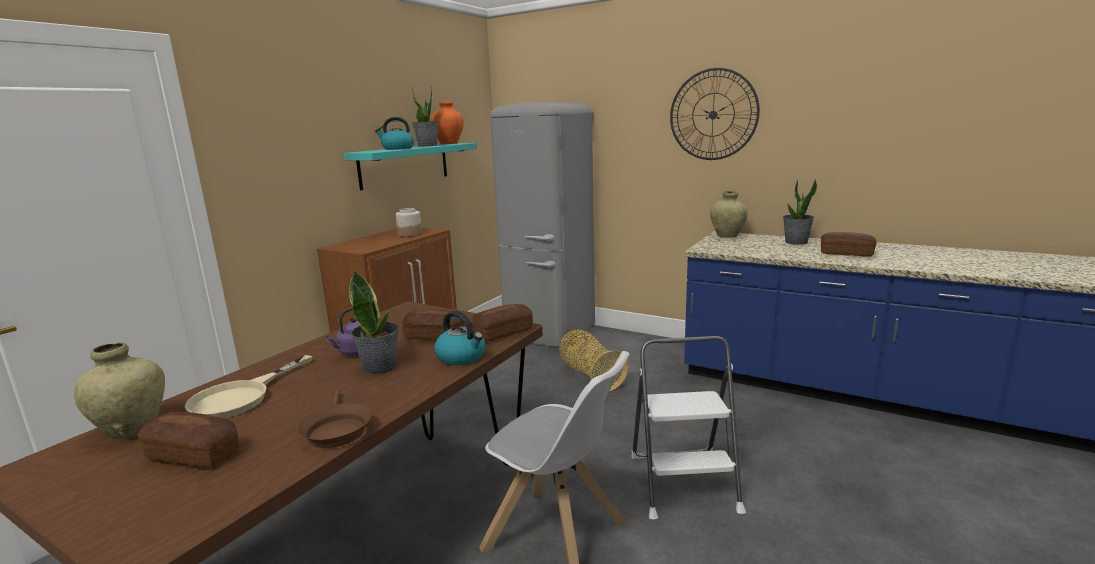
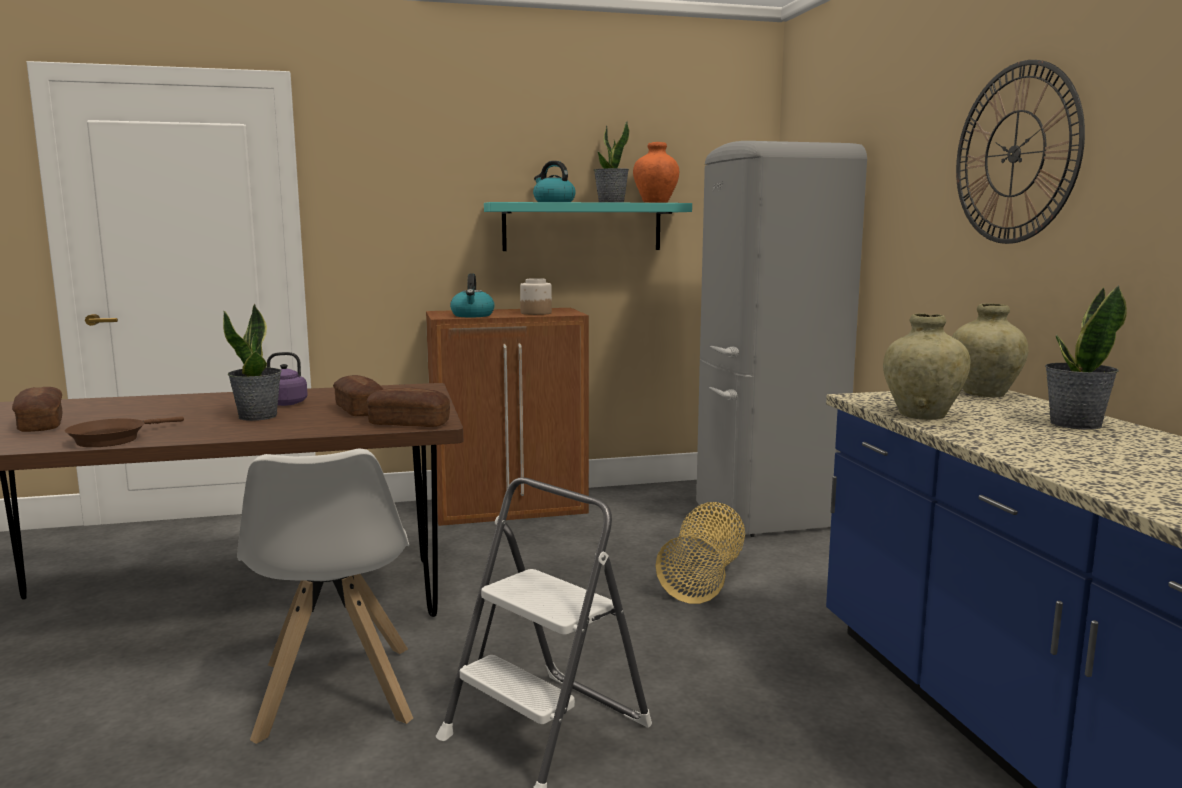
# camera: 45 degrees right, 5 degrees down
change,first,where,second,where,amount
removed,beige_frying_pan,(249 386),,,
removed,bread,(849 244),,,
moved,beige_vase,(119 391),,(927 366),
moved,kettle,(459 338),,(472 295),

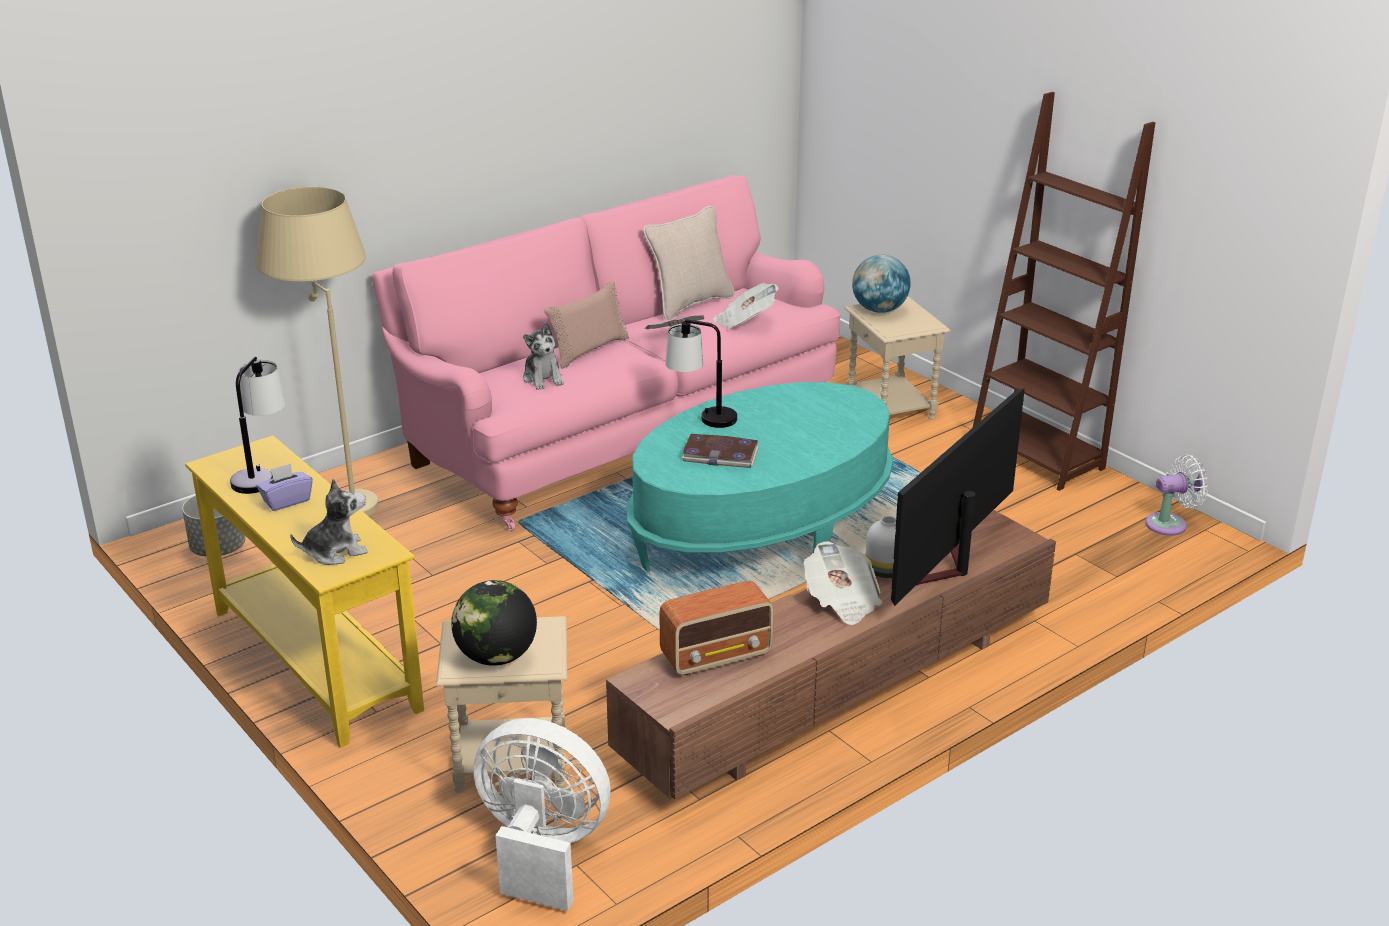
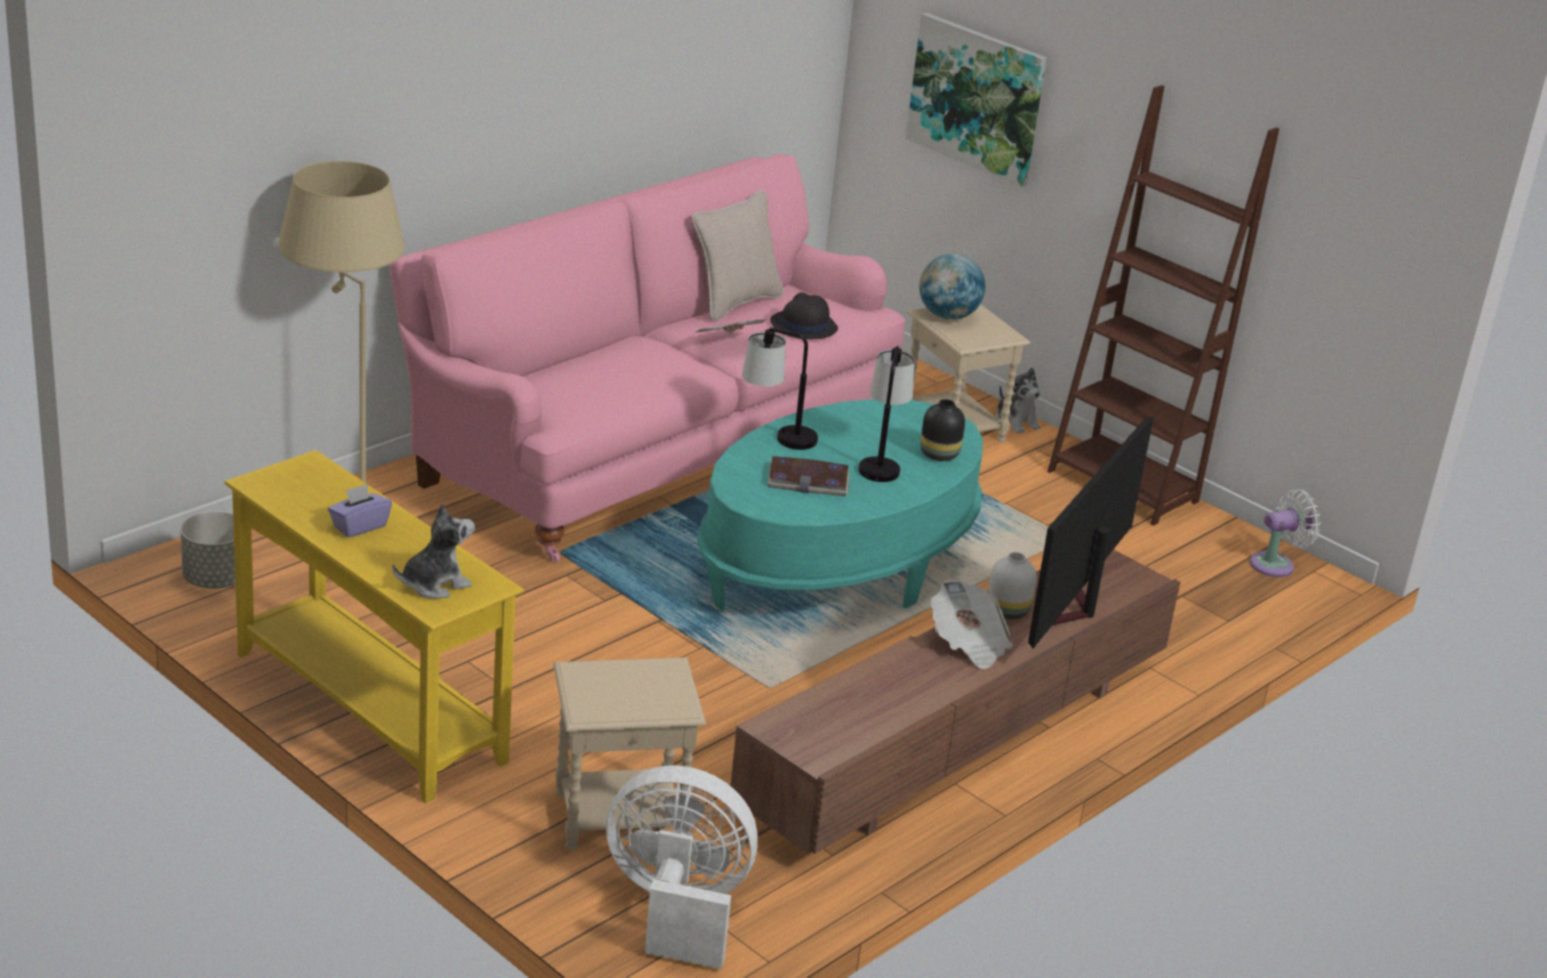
# camera: 10 degrees left, 0 degrees up
change,first,where,second,where,amount
removed,globe,(494 623),,,
removed,beige_pillow,(586 325),,,
removed,radio,(716 628),,,
added,,,picture,(976 100),
added,,,black_vase,(942 430),
moved,table_lamp,(258 425),,(887 414),
moved,plush_toy,(543 356),,(1018 401),
replaced,newspaper,(746 306),black_hat,(804 315),

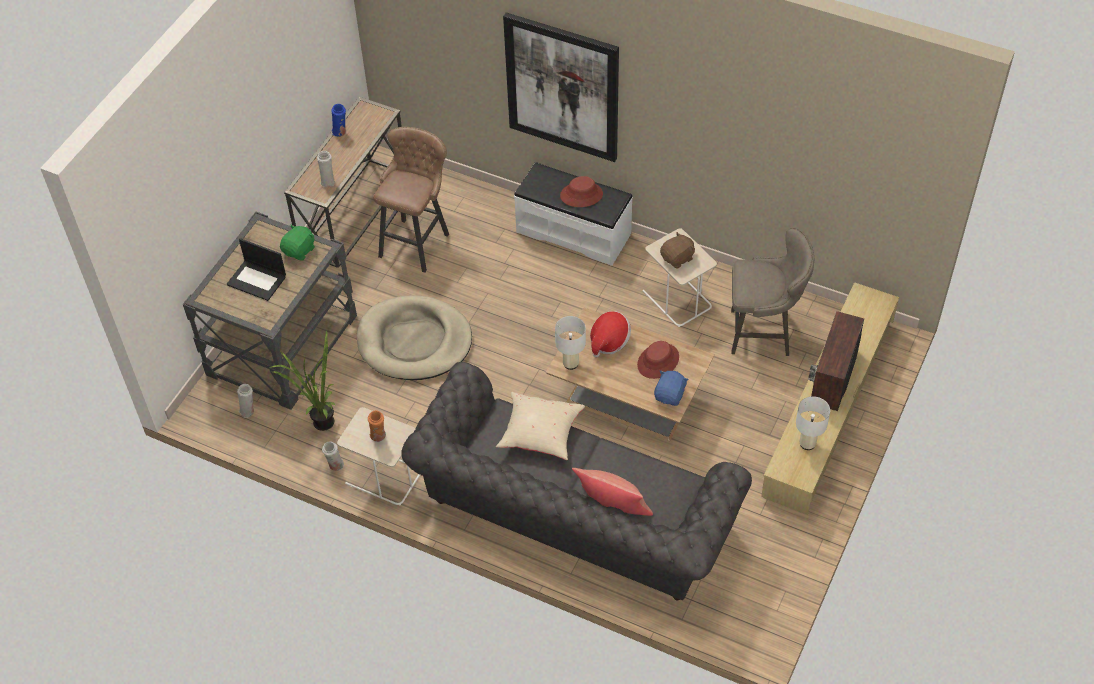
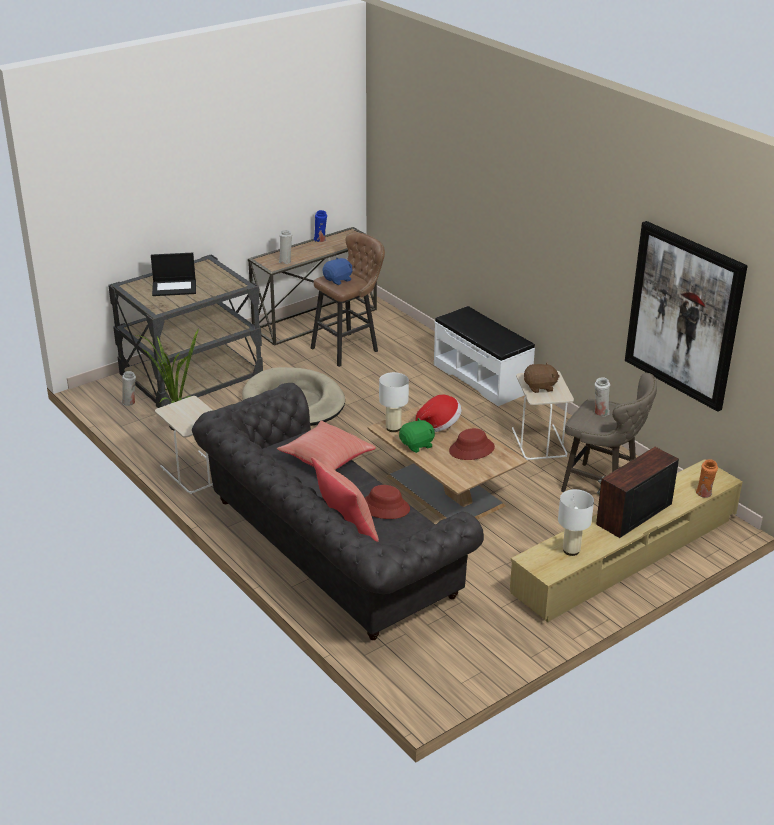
# camera: 25 degrees right, 20 degrees down
change,first,where,second,where,amount
moved,green_plush_toy,(297 243),,(417 435),
moved,white_vase,(333 456),,(602 396),
moved,orange_vase,(377 426),,(707 478),
moved,picture,(561 87),,(686 316),
moved,red_hat,(581 191),,(387 502),
moved,blue_plush_toy,(671 388),,(338 271),
recoloured,beige_pillow,(540 426),red_pillow,(326 445),
turned,laptop,(256 269),,(173 274),60 degrees counterclockwise

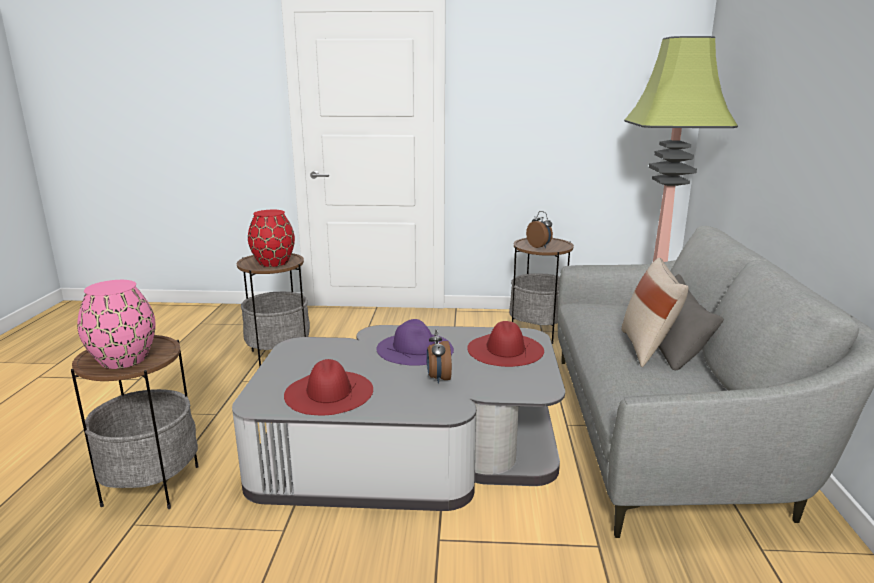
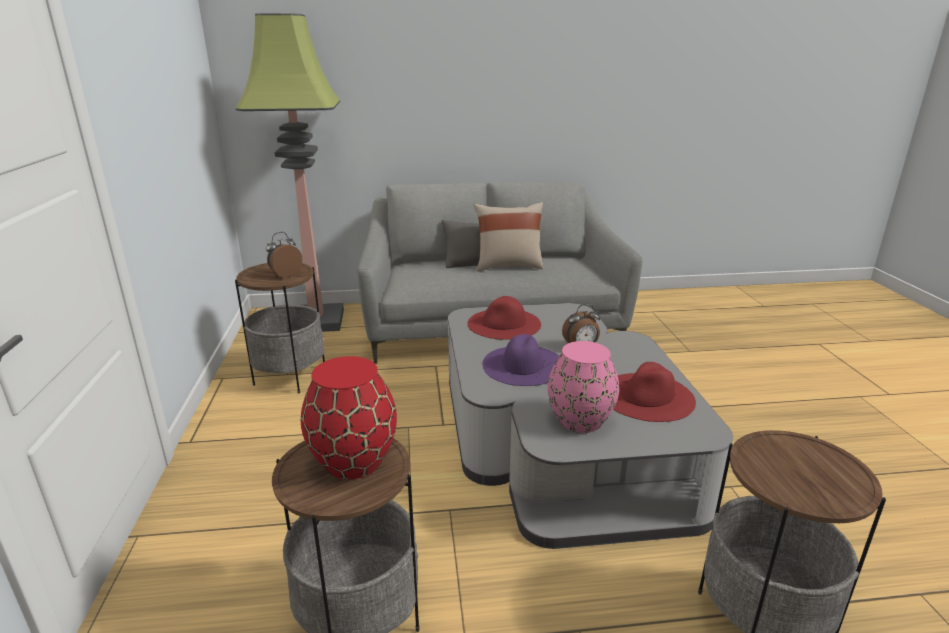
# camera: 100 degrees left, 5 degrees up
change,first,where,second,where,amount
moved,pink_vase,(116 324),,(583 387),

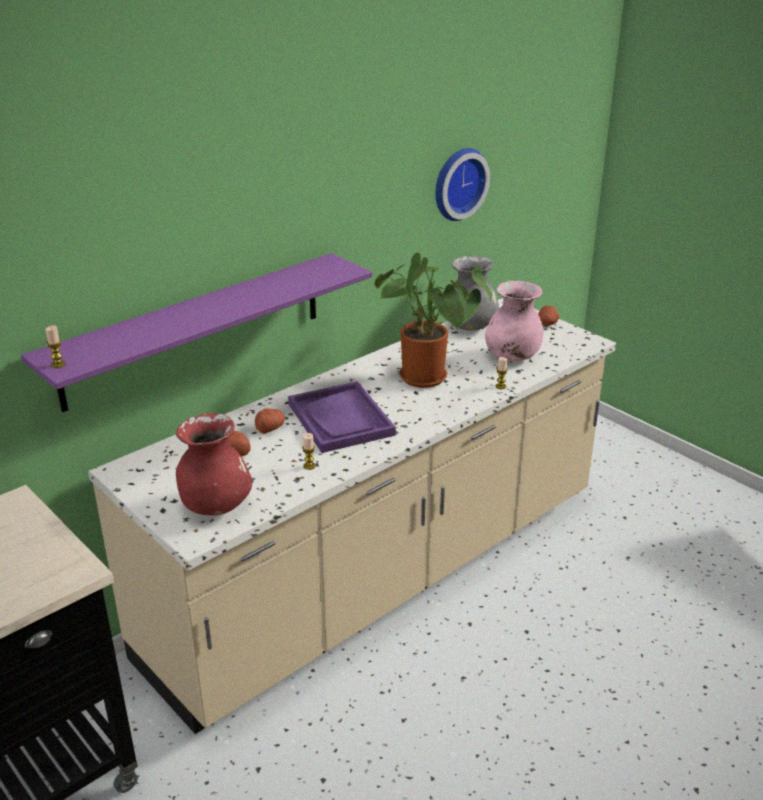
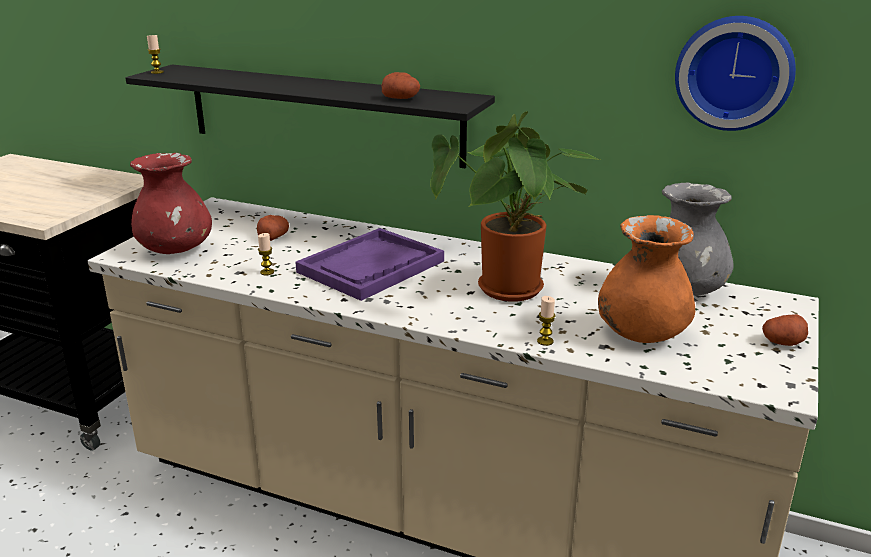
# camera: 65 degrees right, 5 degrees down
change,first,where,second,where,amount
moved,potato,(270 421),,(401 85),
recoloured,purple_shelf,(196 332),black_shelf,(310 116),
recoloured,pink_vase,(514 321),orange_vase,(646 279),

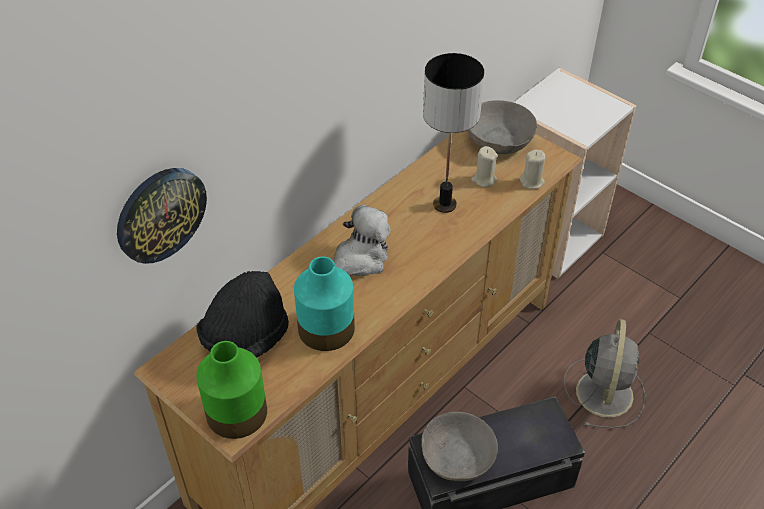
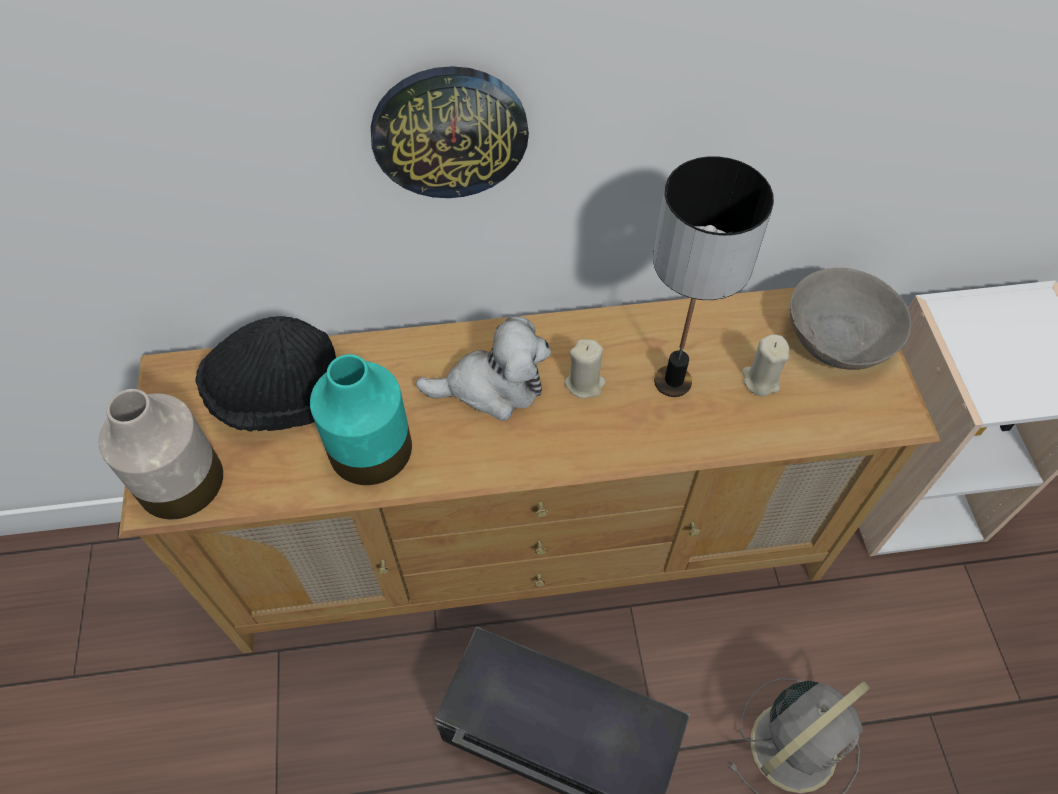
# camera: 40 degrees right, 10 degrees up
change,first,where,second,where,amount
removed,grey_bowl,(459 446),,,
moved,wall_clock,(162 216),,(450 132),
moved,beige_candle,(532 169),,(585 368),
recoloured,green_vase,(231 390),beige_vase,(161 454),

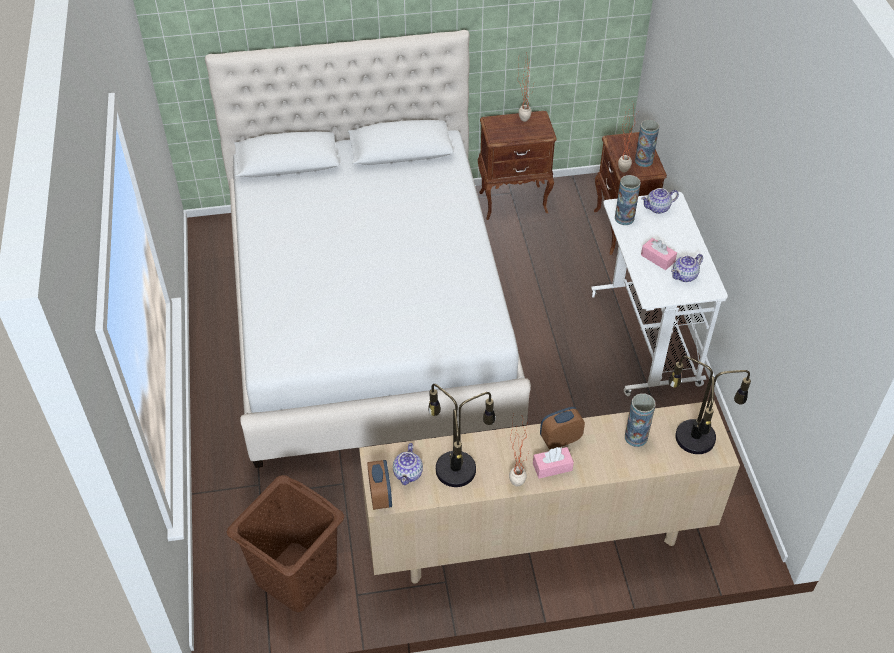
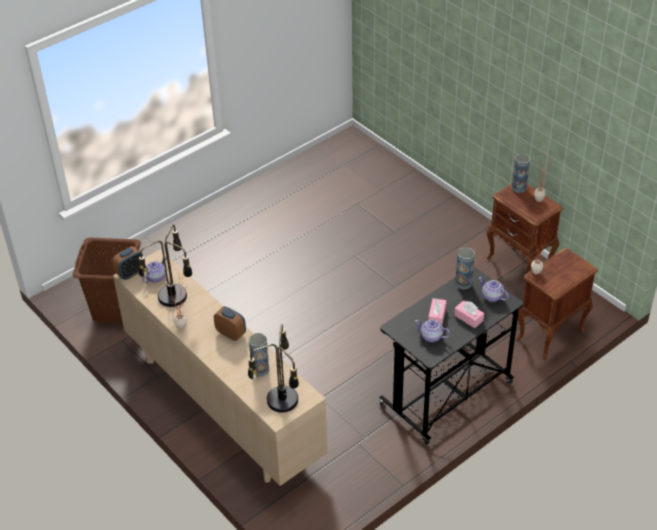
# camera: 60 degrees right, 5 degrees down
change,first,where,second,where,amount
removed,white_bed,(368 249),,,
moved,pink_tissue_box,(553 463),,(469 314),
moved,vase,(647 143),,(521 173),
recoloured,white_desk,(659 294),black_desk,(451 355),
turned,teapot,(408 464),,(154 270),150 degrees clockwise

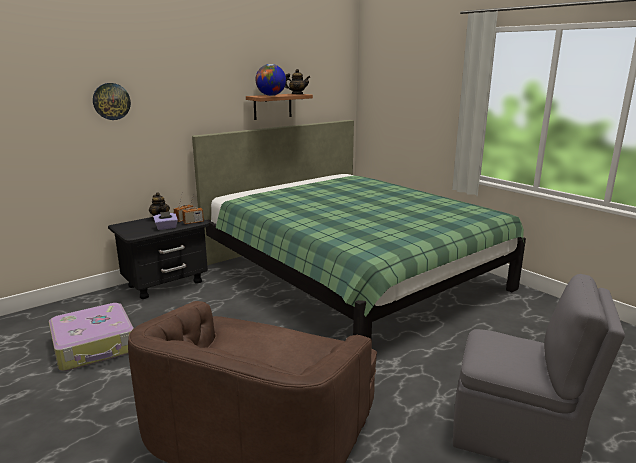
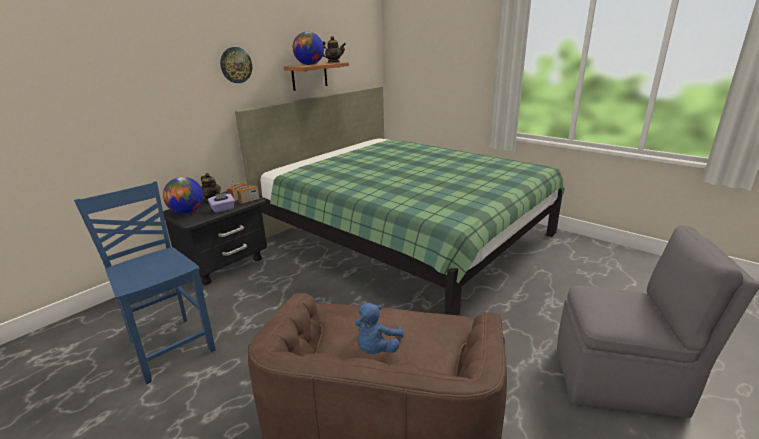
# camera: 10 degrees left, 5 degrees up
change,first,where,second,where,amount
added,,,globe,(183 195),
added,,,blue_plush_toy,(379 328),
moved,wall_clock,(112 101),,(236 65),
replaced,suitcase,(91 337),blue_chair,(145 282),

